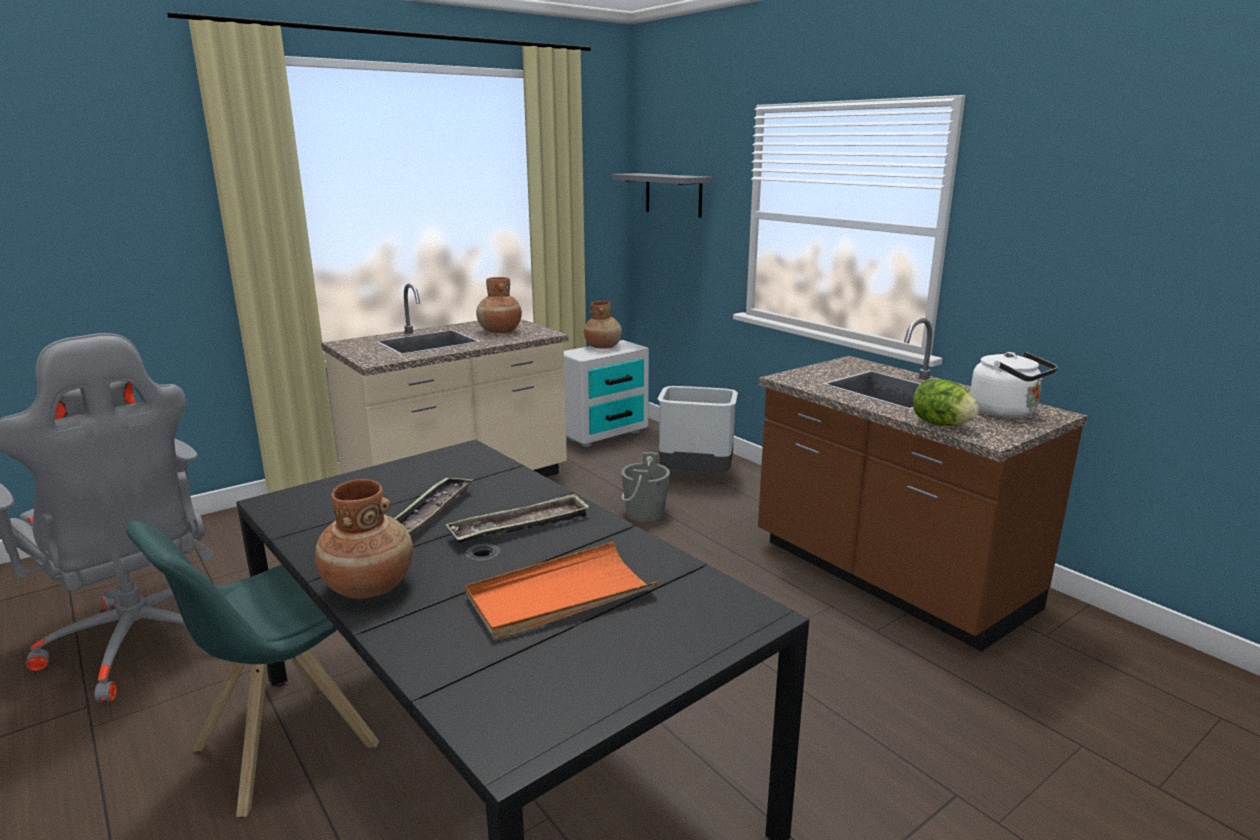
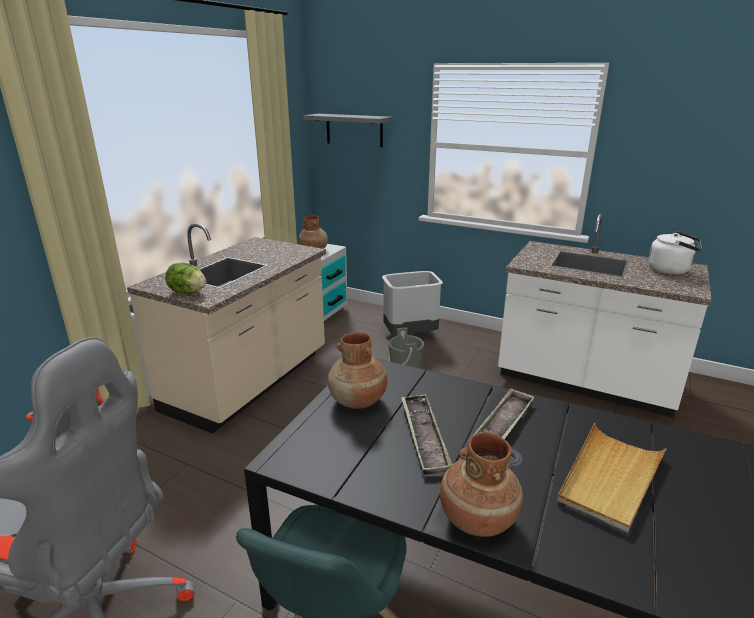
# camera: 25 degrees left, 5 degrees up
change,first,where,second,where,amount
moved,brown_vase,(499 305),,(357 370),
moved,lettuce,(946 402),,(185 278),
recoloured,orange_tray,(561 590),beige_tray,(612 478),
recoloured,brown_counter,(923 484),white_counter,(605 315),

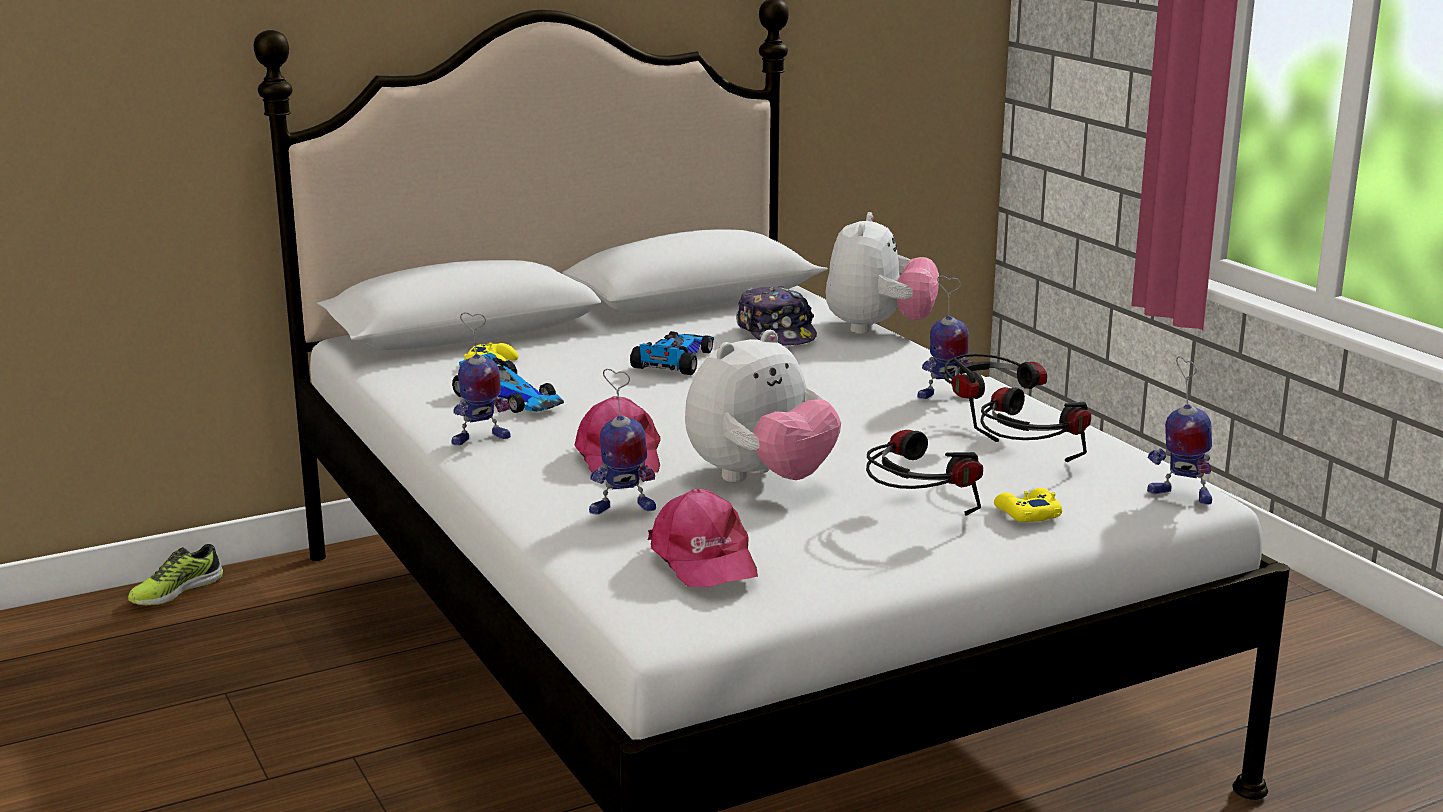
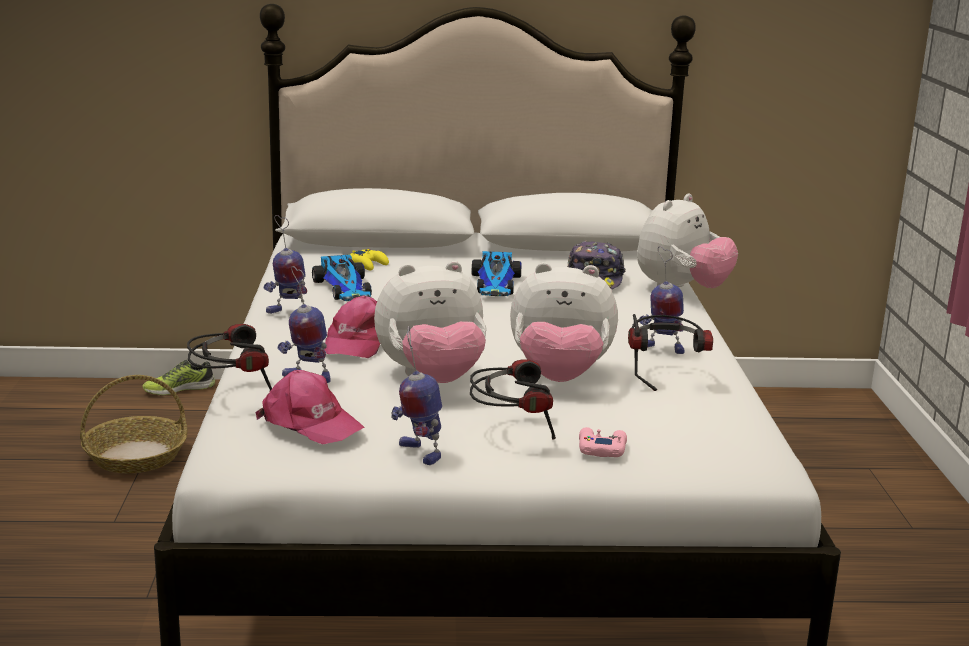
# camera: 25 degrees right, 0 degrees up
change,first,where,second,where,amount
added,,,basket,(133 424),
added,,,plush_toy,(564 322),
moved,headphones,(1035 424),,(229 357),
moved,toy_robot,(1179 430),,(416 395),
recoloured,yellow_game_controller,(1028 505),pink_game_controller,(603 442),
turned,toy_car,(672 353),,(496 273),135 degrees clockwise
turned,pink_cap,(703 538),,(309 407),60 degrees counterclockwise

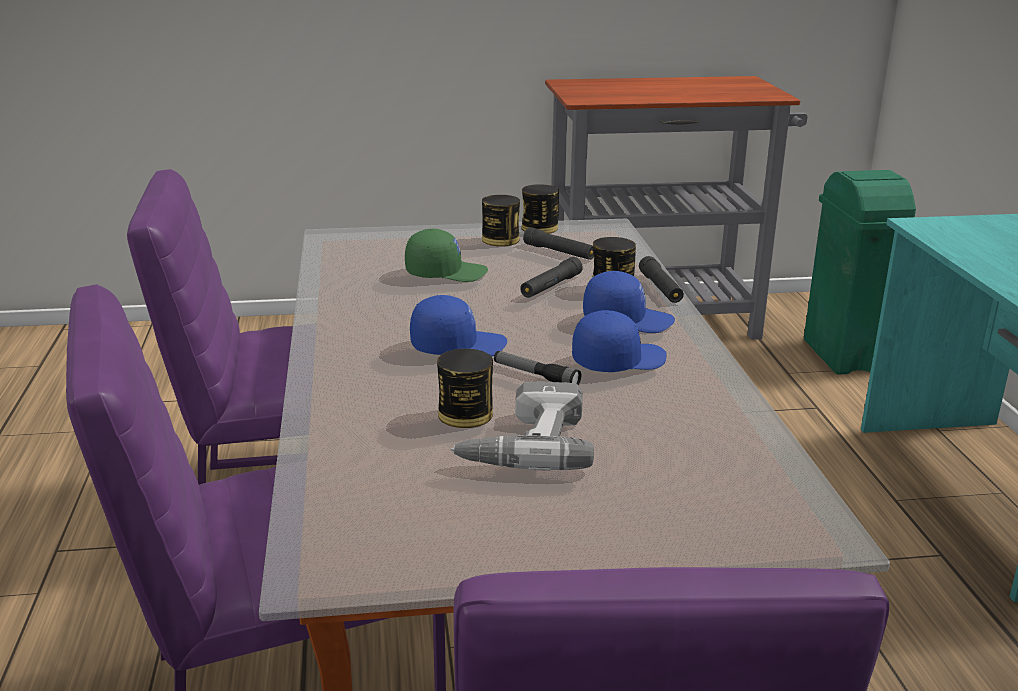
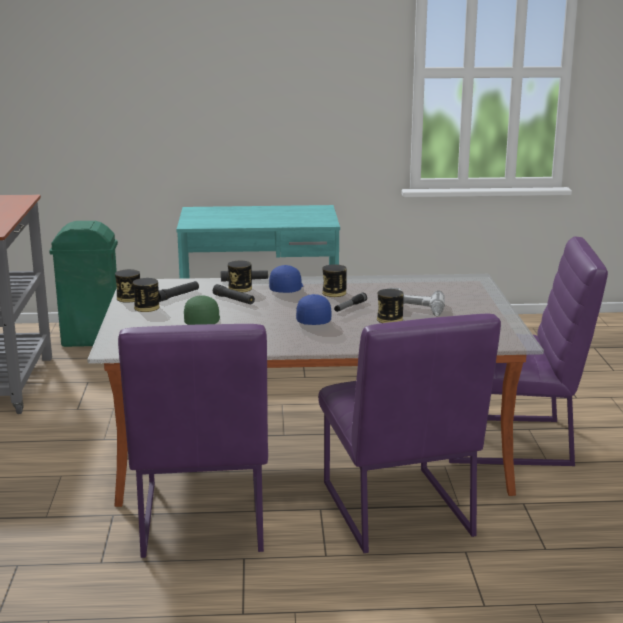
# camera: 85 degrees left, 5 degrees down
change,first,where,second,where,amount
replaced,blue_cap,(619 341),can,(334 280),

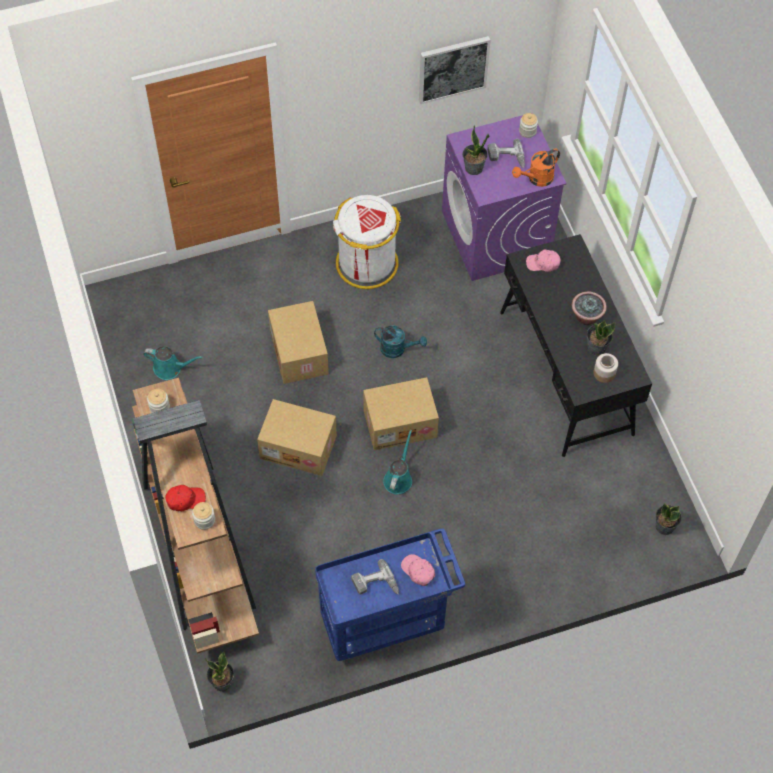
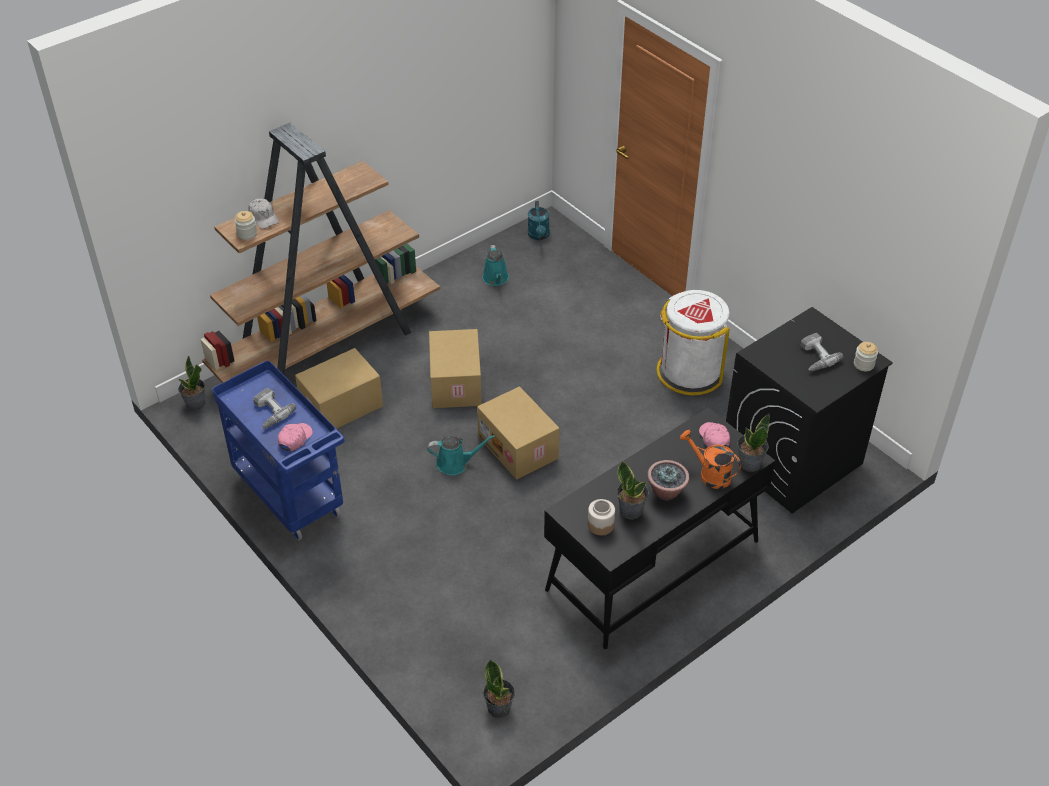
# camera: 70 degrees right, 15 degrees down
change,first,where,second,where,amount
removed,jar,(158 401),,,
removed,picture,(455 70),,,
moved,cardboard_box,(298 342),,(339 388),
moved,turquoise_watering_can,(400 341),,(539 220),
moved,potted_plant,(476 150),,(753 443),
moved,orange_watering_can,(536 167),,(710 459),
recoloured,red_cap,(185 498),white_cap,(263 213),
recoloured,purple_washing_machine,(504 197),black_washing_machine,(809 410),

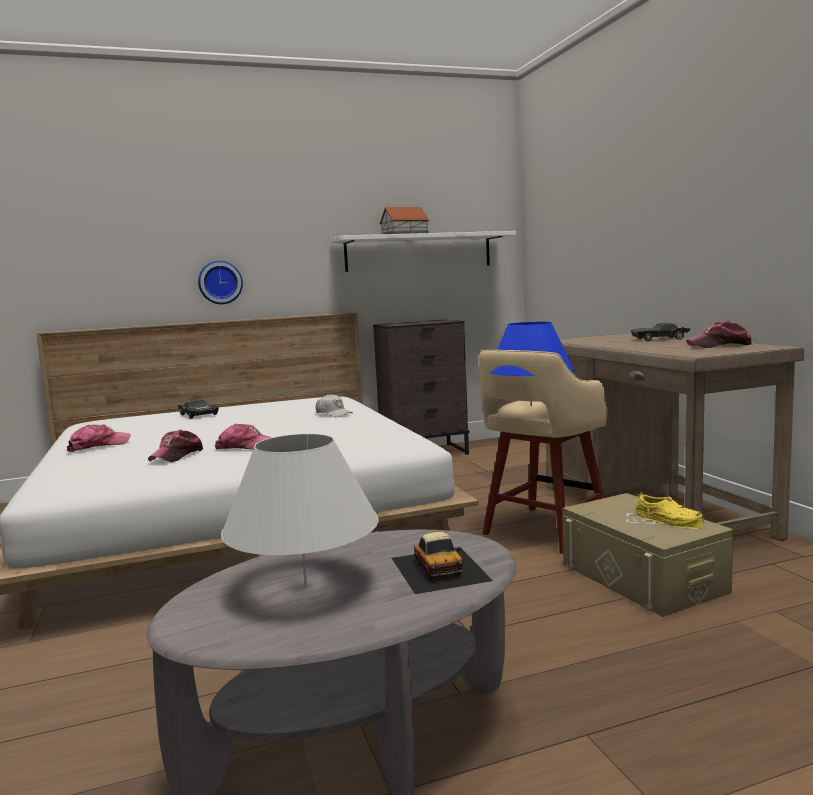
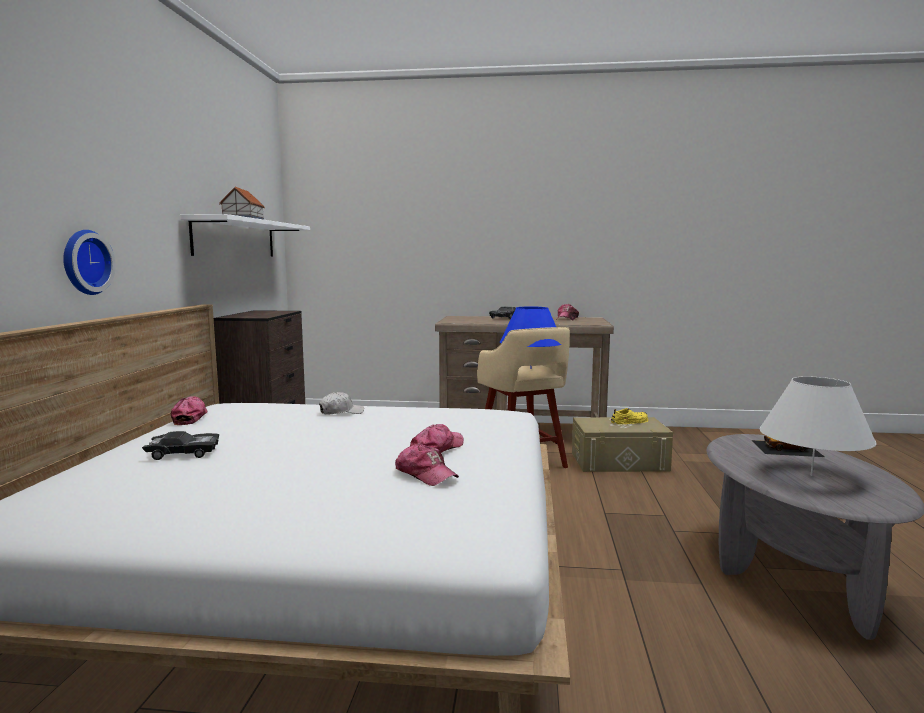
# camera: 65 degrees left, 0 degrees up
change,first,where,second,where,amount
moved,cap,(98 438),,(189 410),

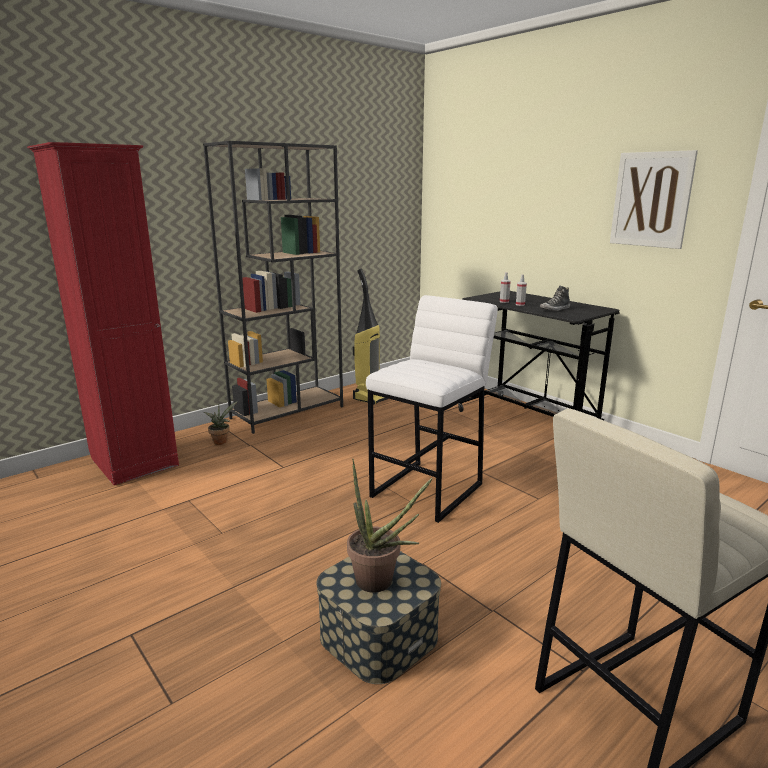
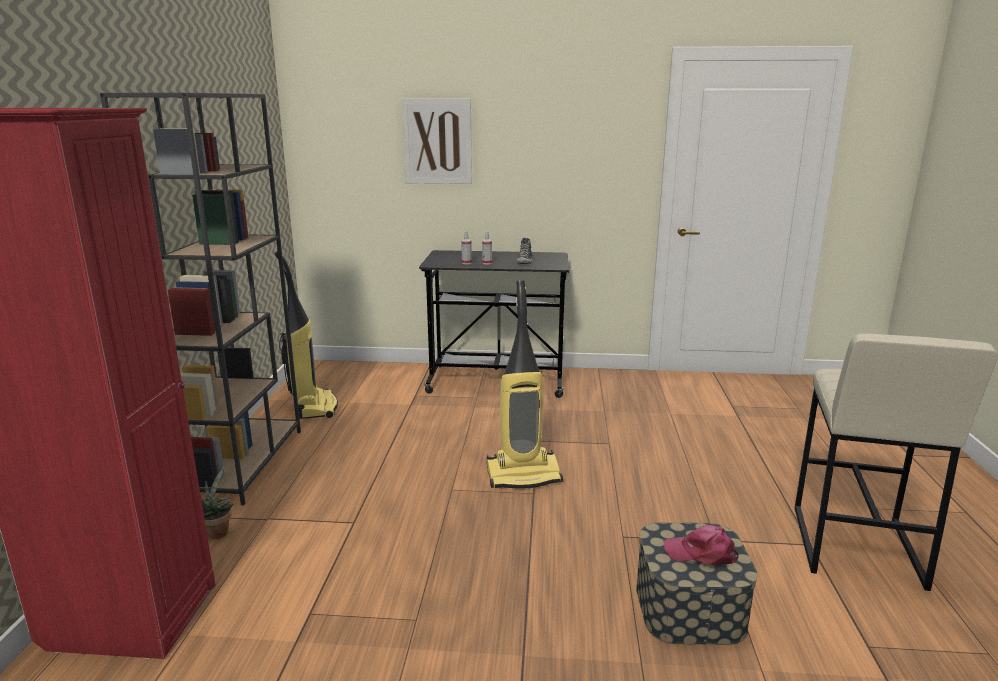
# camera: 45 degrees left, 0 degrees up
change,first,where,second,where,amount
moved,picture,(654 199),,(437 141),
replaced,potted_plant,(390 526),pink_cap,(701 545),
replaced,white_stool,(432 409),vacuum_cleaner,(525 384),

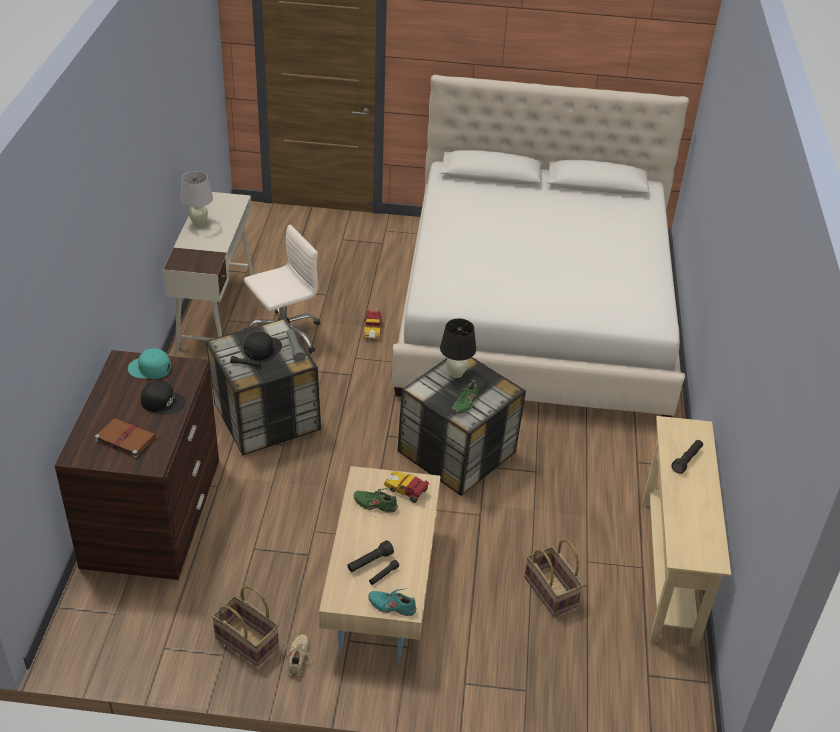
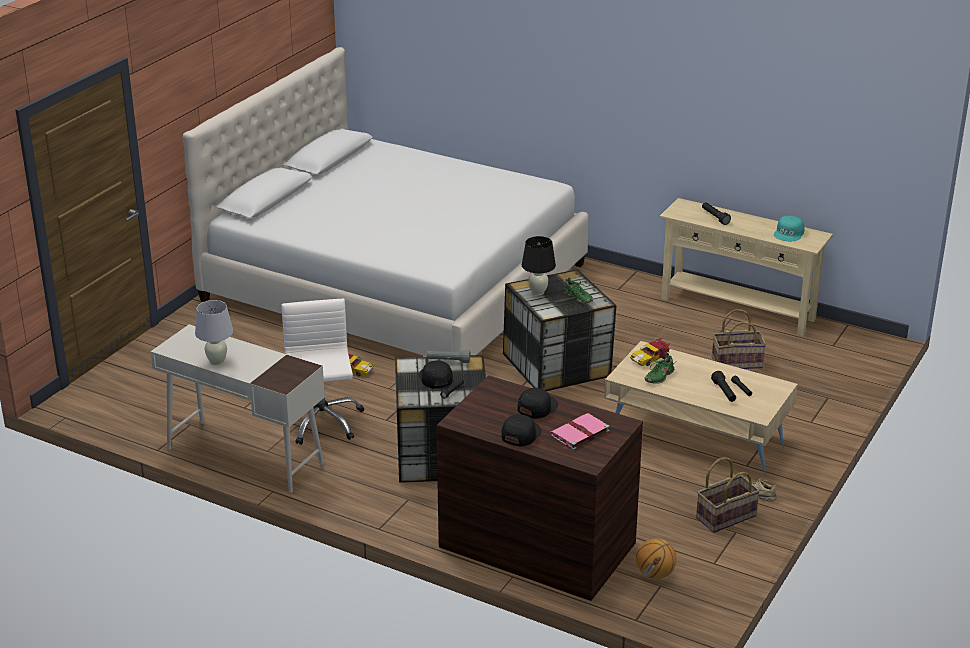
# camera: 65 degrees left, 10 degrees down
change,first,where,second,where,amount
removed,turquoise_shoe,(392 602),,,
added,,,black_cap,(521 430),
added,,,basketball,(656 558),
moved,turquoise_cap,(149 363),,(789 228),
recoloured,brown_book,(125 438),pink_book,(580 431),

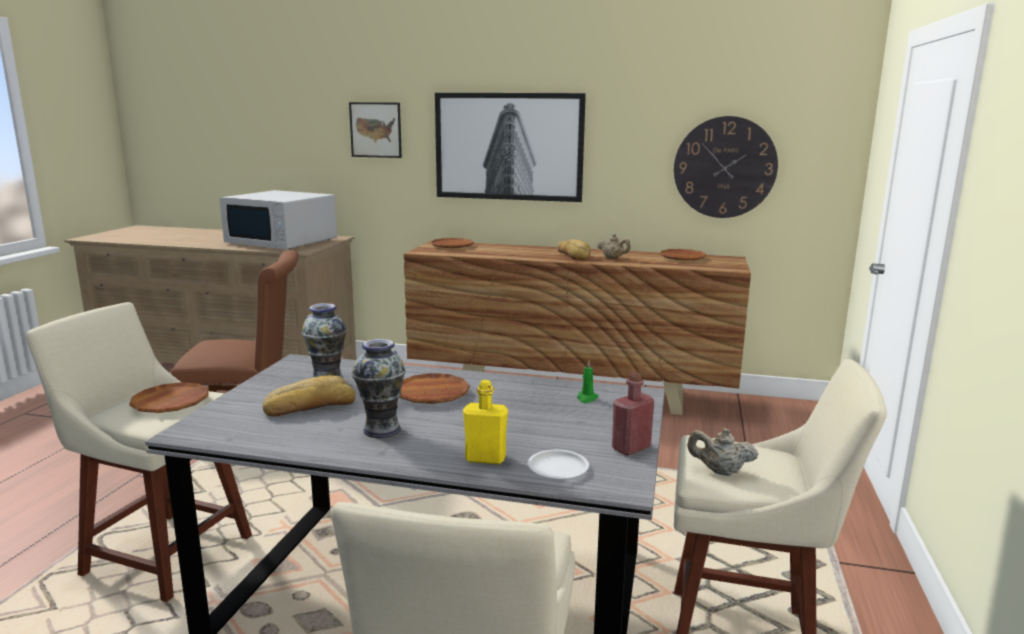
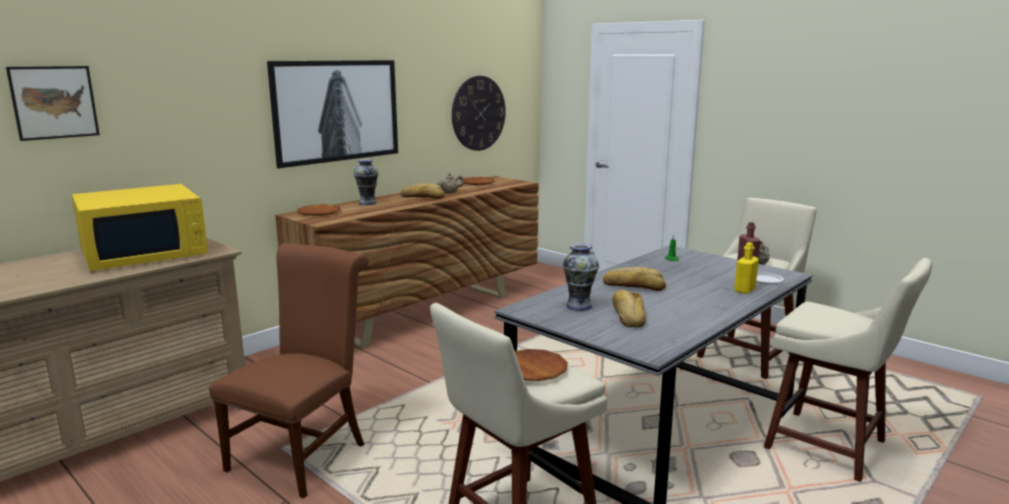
# camera: 60 degrees left, 0 degrees up
change,first,where,second,where,amount
moved,picture,(375 130),,(53 103),
moved,vase,(379 388),,(366 182),
replaced,brown_plate,(434 388),bread,(634 279),
recoloured,white_microwave,(278 219),yellow_microwave,(140 227),

